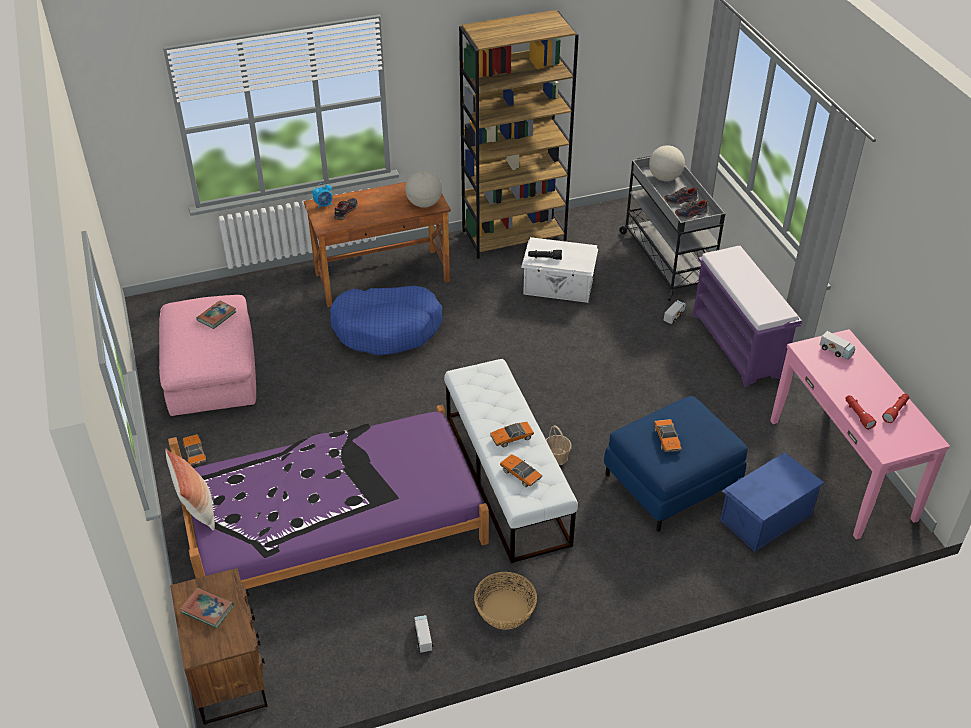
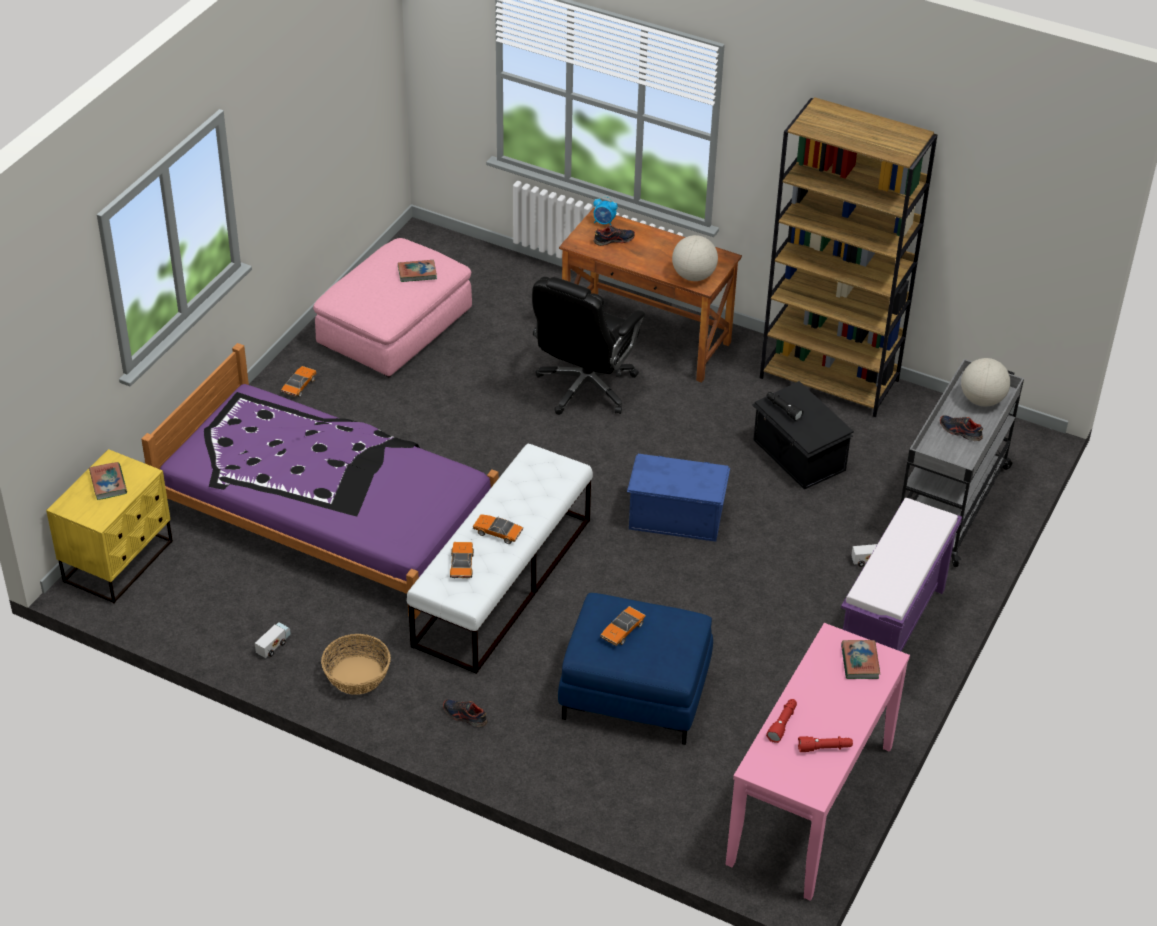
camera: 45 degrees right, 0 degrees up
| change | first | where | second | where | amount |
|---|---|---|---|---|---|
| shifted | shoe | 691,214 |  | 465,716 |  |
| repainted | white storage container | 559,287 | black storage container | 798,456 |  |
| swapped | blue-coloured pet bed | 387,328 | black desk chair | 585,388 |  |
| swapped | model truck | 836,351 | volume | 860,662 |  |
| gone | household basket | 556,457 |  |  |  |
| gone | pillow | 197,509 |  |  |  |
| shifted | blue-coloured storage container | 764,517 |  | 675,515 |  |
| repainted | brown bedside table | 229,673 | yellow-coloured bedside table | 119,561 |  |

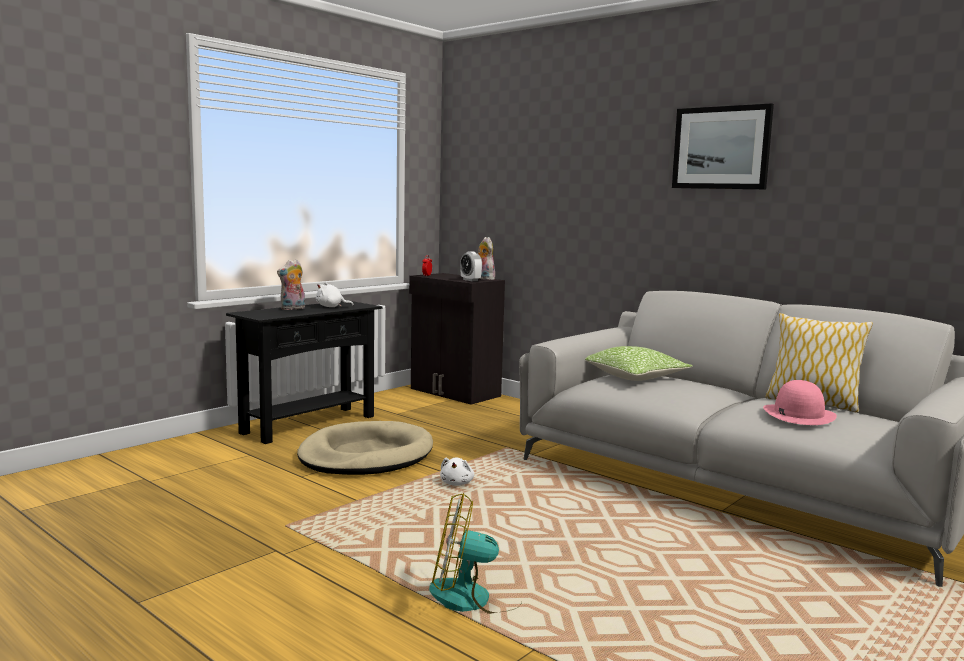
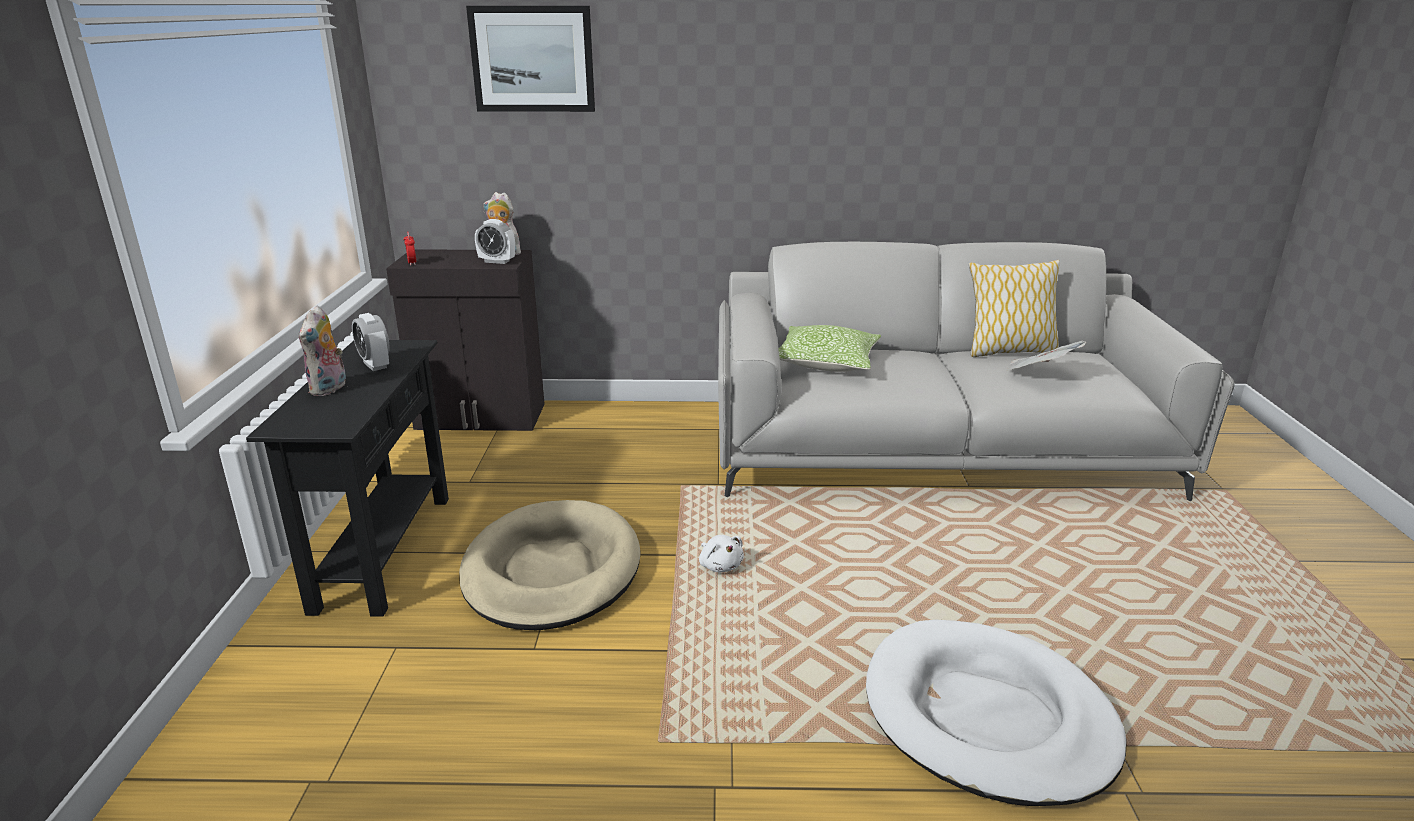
camera: 40 degrees left, 15 degrees up
| change | first | where | second | where | amount |
|---|---|---|---|---|---|
| shifted | wall art | 721,148 |  | 532,59 |  |
| swapped | white cuddly toy | 331,307 | alarm clock | 375,365 |  |
| swapped | pinkish wearable hat | 798,414 | newspaper | 1040,374 |  |
| swapped | fan | 474,598 | white pet bed | 987,717 |  |

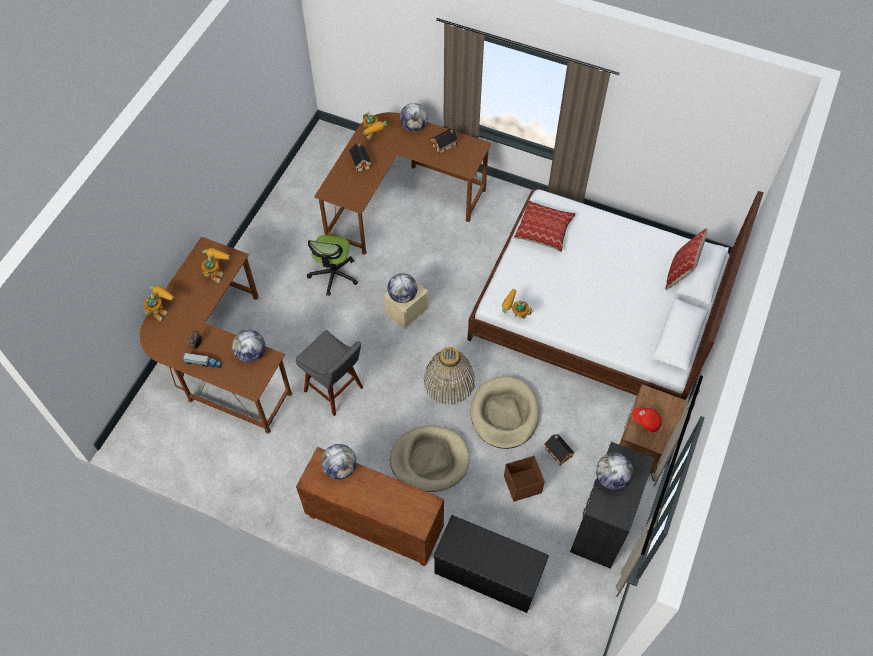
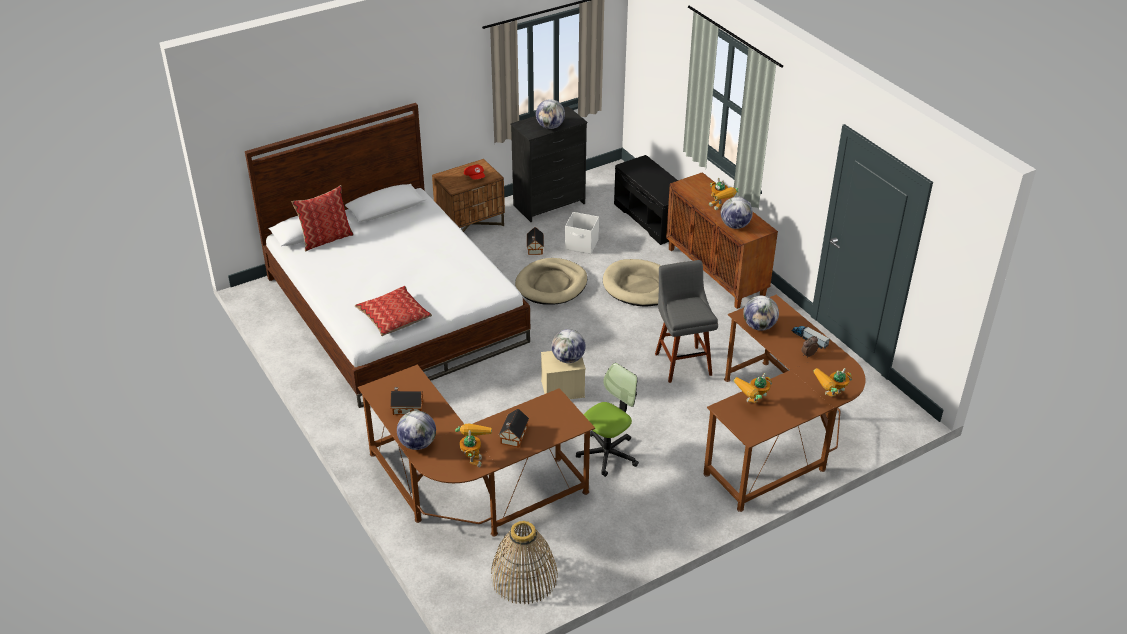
camera: 145 degrees left, 20 degrees down
| change | first | where | second | where | amount |
|---|---|---|---|---|---|
| shifted | toy robot | 514,316 |  | 720,208 |  |
| shifted | household basket | 449,381 |  | 524,577 |  |
| repainted | brown storage container | 522,484 | white storage container | 582,245 |  |

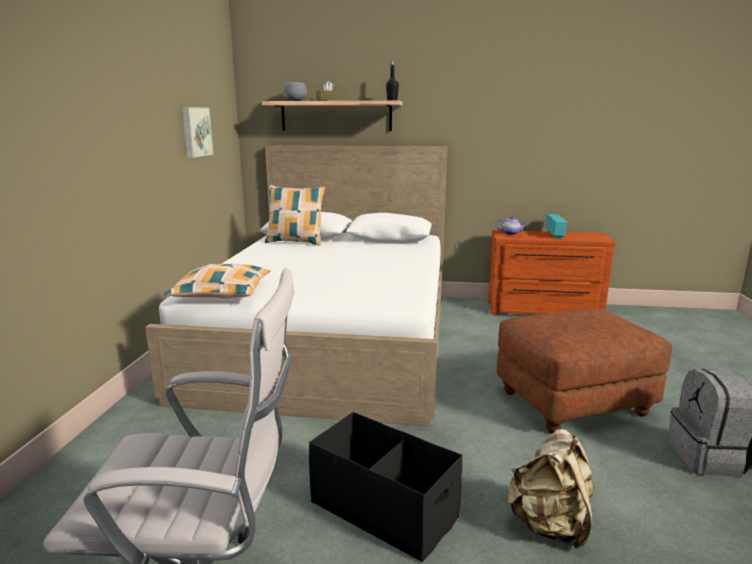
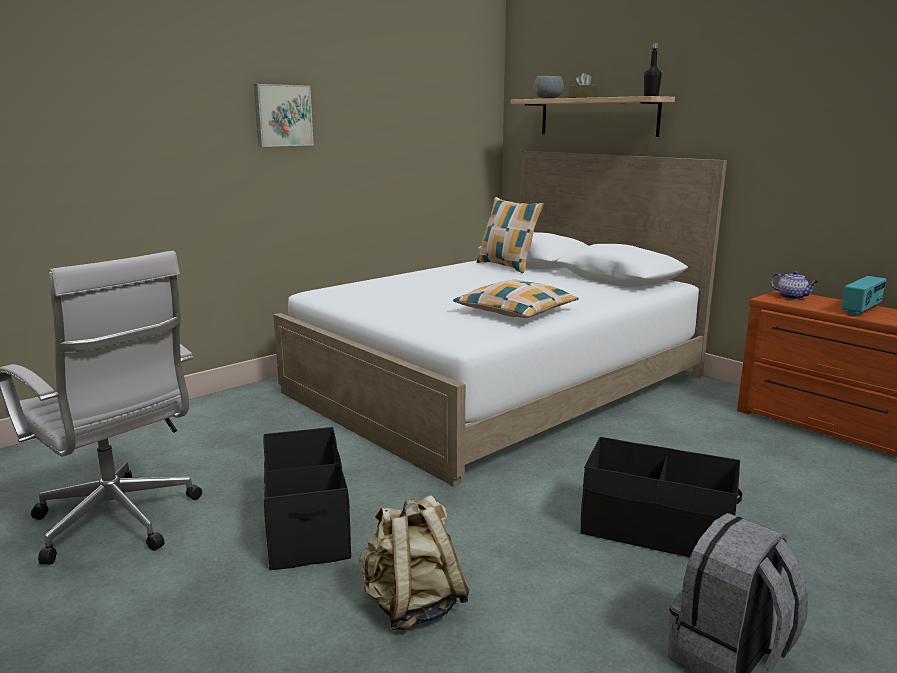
camera: 40 degrees right, 0 degrees up
| change | first | where | second | where | amount |
|---|---|---|---|---|---|
| shifted | wall art | 195,131 |  | 282,115 |  |
| shifted | pillow | 221,292 |  | 516,312 |  |
| swapped | brown footrest | 573,403 | black storage container | 656,531 |  |

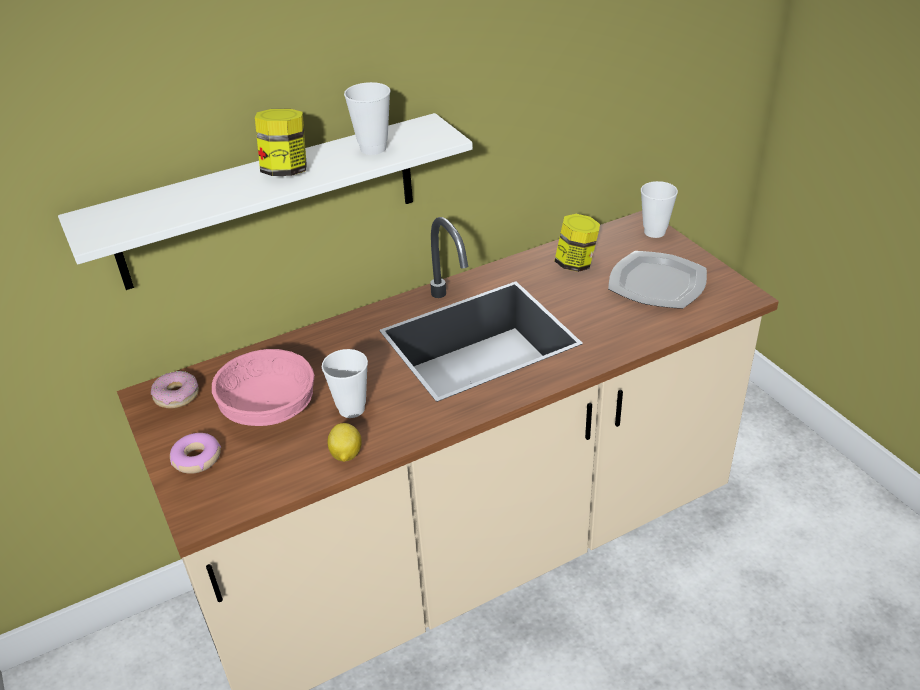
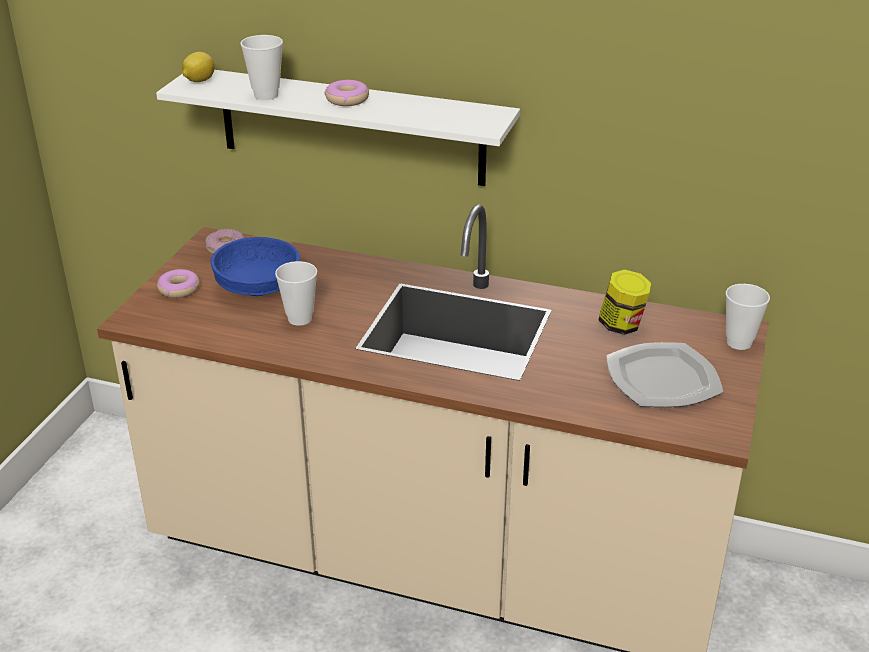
camera: 45 degrees right, 5 degrees down
| change | first | where | second | where | amount |
|---|---|---|---|---|---|
| shifted | cup | 373,148 |  | 266,95 |  |
| swapped | preserve jar | 286,171 | doughnut | 347,99 |  |
| repainted | pinkish bowl | 269,409 | blue-coloured bowl | 257,288 |  |
| shifted | citrus fruit | 346,455 |  | 199,81 |  |

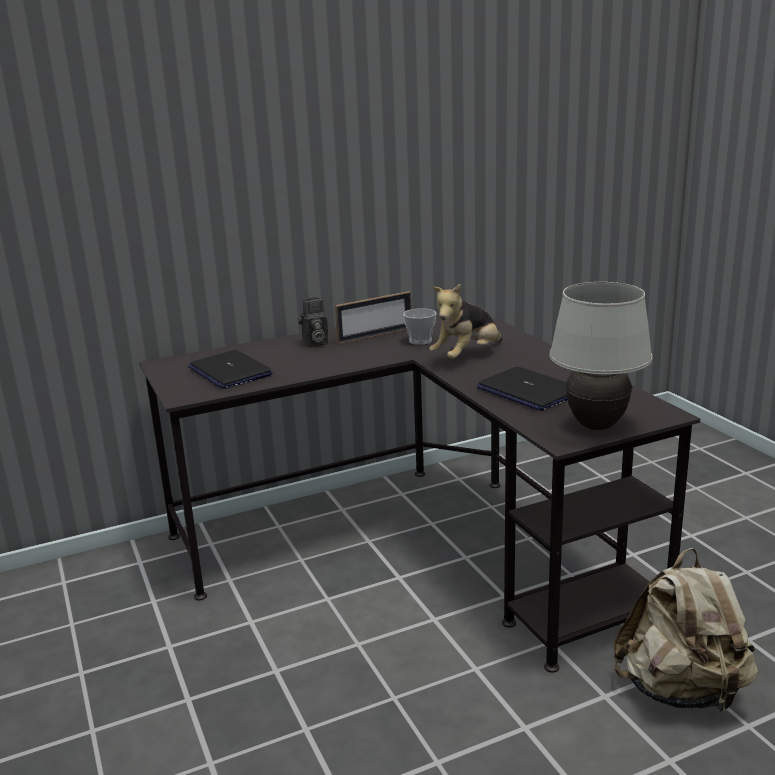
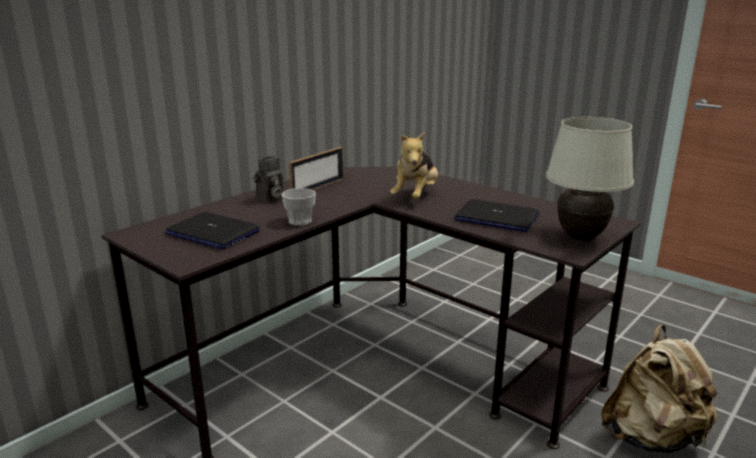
camera: 25 degrees left, 0 degrees up
| change | first | where | second | where | amount |
|---|---|---|---|---|---|
| shifted | cup | 420,341 |  | 300,221 |  |

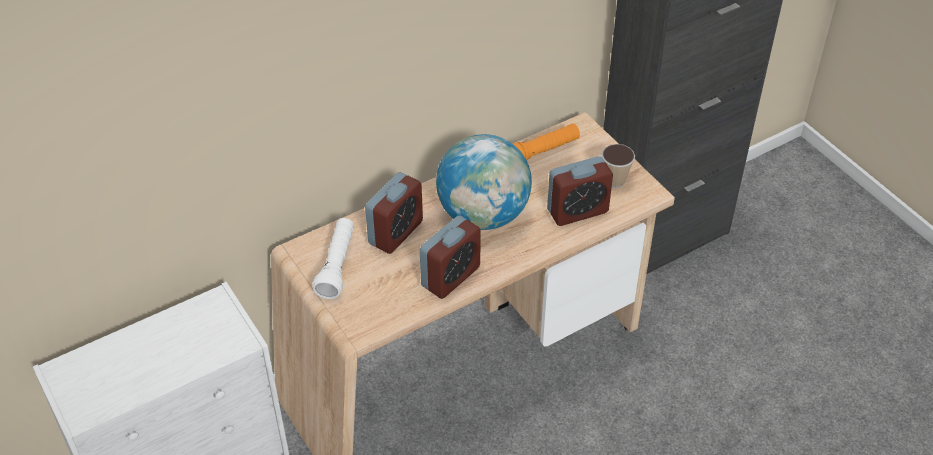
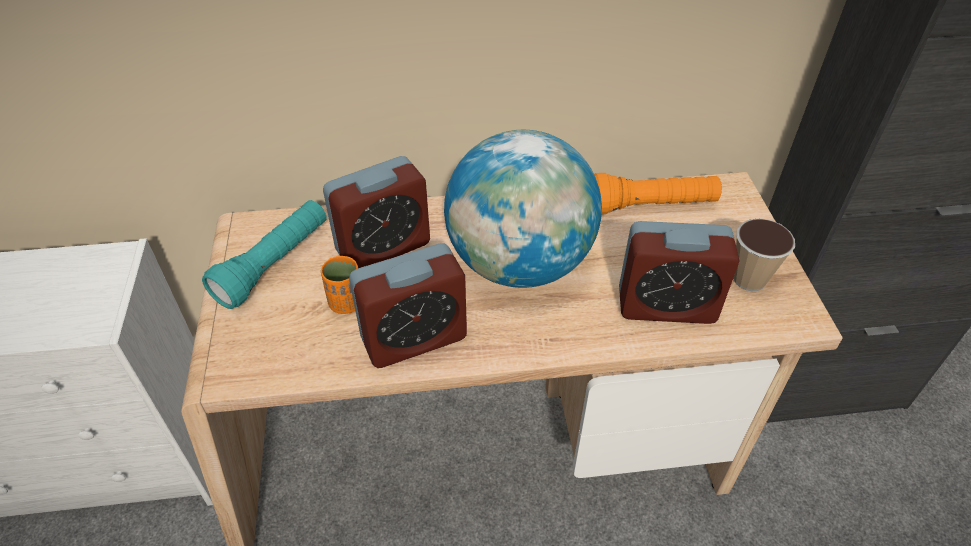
camera: 25 degrees right, 0 degrees up
| change | first | where | second | where | amount |
|---|---|---|---|---|---|
| repainted | white hand torch | 337,266 | blue-green hand torch | 274,264 |  |
| new |  |  | orange-coloured cup | 346,303 |  |

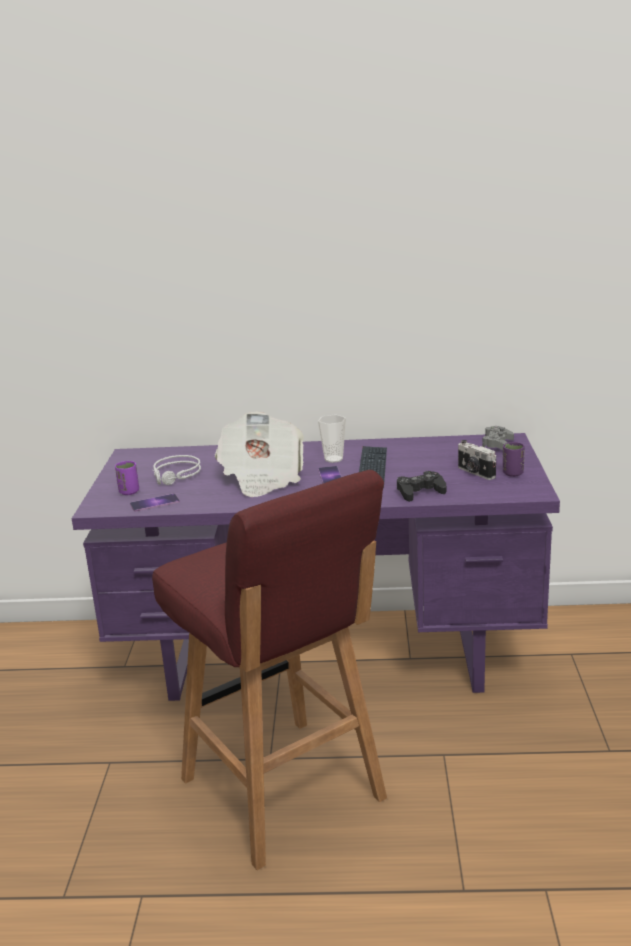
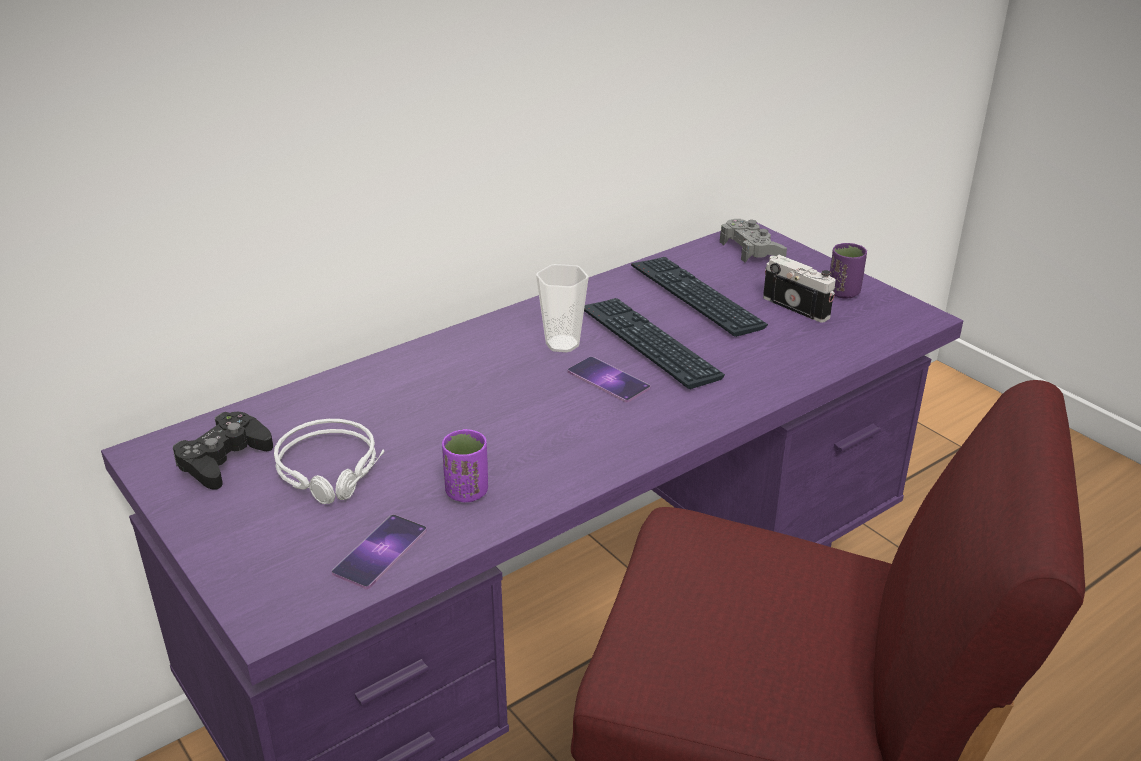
camera: 40 degrees left, 10 degrees up
| change | first | where | second | where | amount |
|---|---|---|---|---|---|
| gone | newspaper | 262,477 |  |  |  |
| rotated | still camera | 475,473 |  | 797,306 | 150 degrees counterclockwise |
| shifted | purplish cup | 129,492 |  | 467,492 |  |
| shifted | black game controller | 420,492 |  | 223,459 |  |
| new |  |  | keyboard | 695,297 |  |

